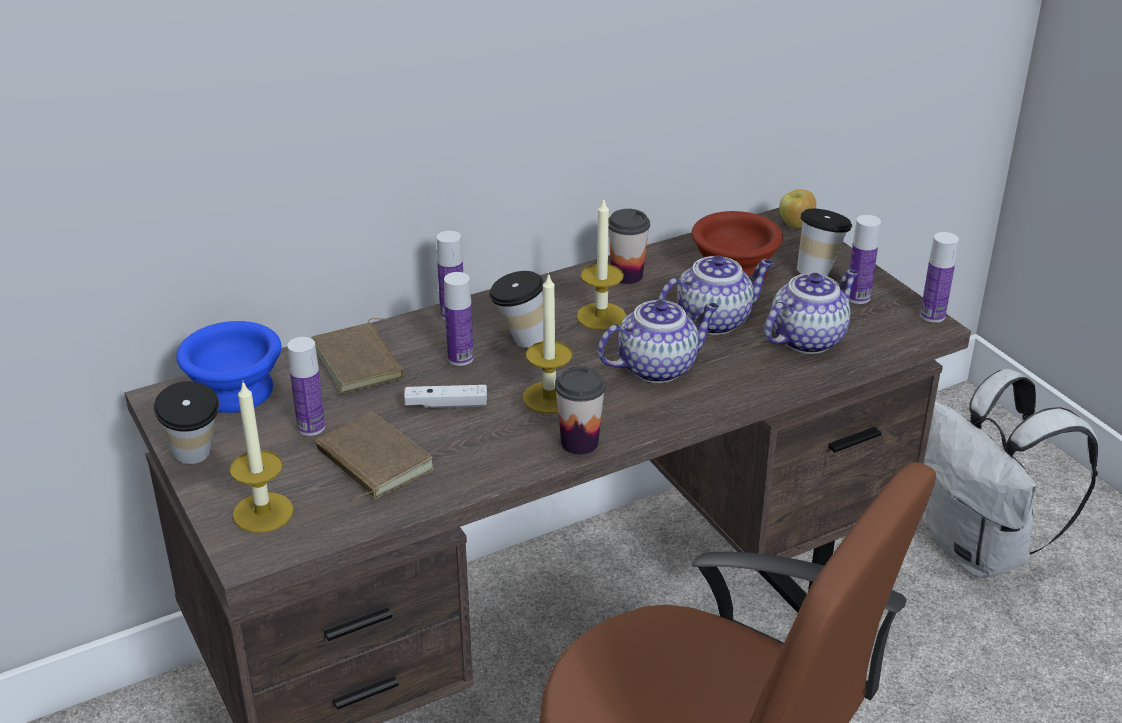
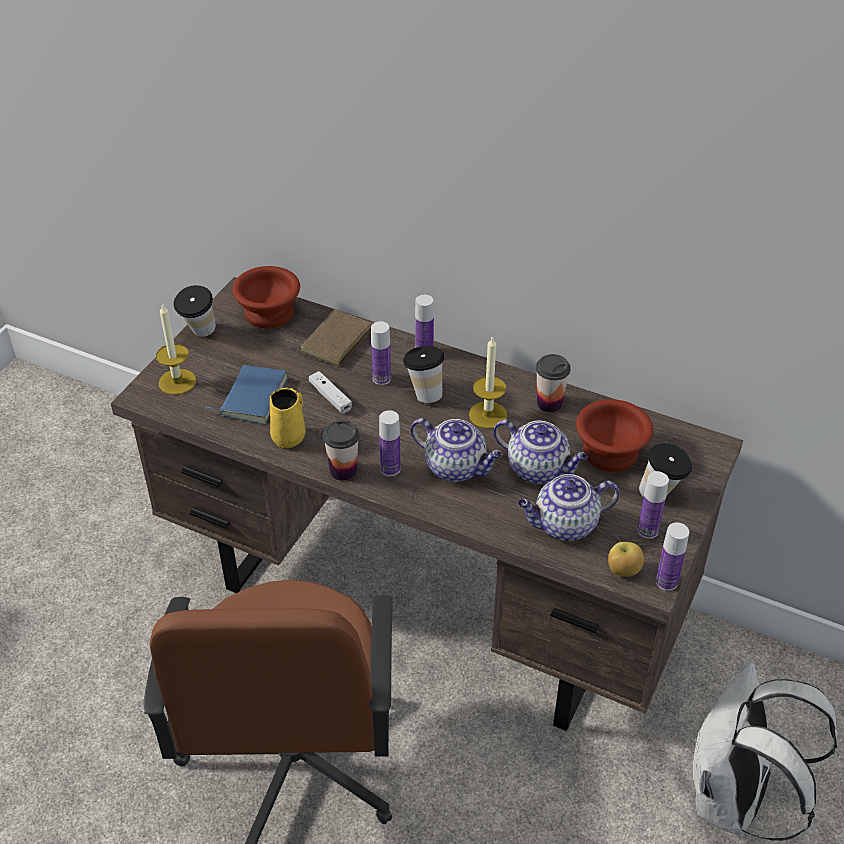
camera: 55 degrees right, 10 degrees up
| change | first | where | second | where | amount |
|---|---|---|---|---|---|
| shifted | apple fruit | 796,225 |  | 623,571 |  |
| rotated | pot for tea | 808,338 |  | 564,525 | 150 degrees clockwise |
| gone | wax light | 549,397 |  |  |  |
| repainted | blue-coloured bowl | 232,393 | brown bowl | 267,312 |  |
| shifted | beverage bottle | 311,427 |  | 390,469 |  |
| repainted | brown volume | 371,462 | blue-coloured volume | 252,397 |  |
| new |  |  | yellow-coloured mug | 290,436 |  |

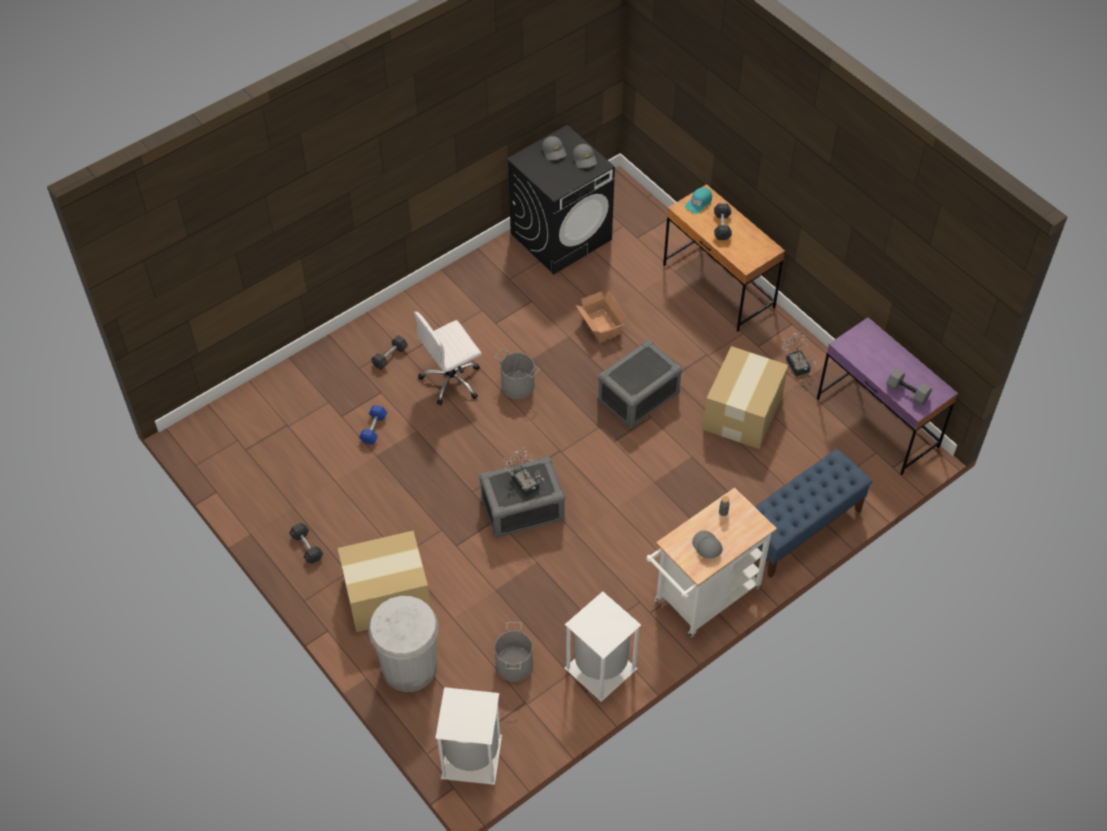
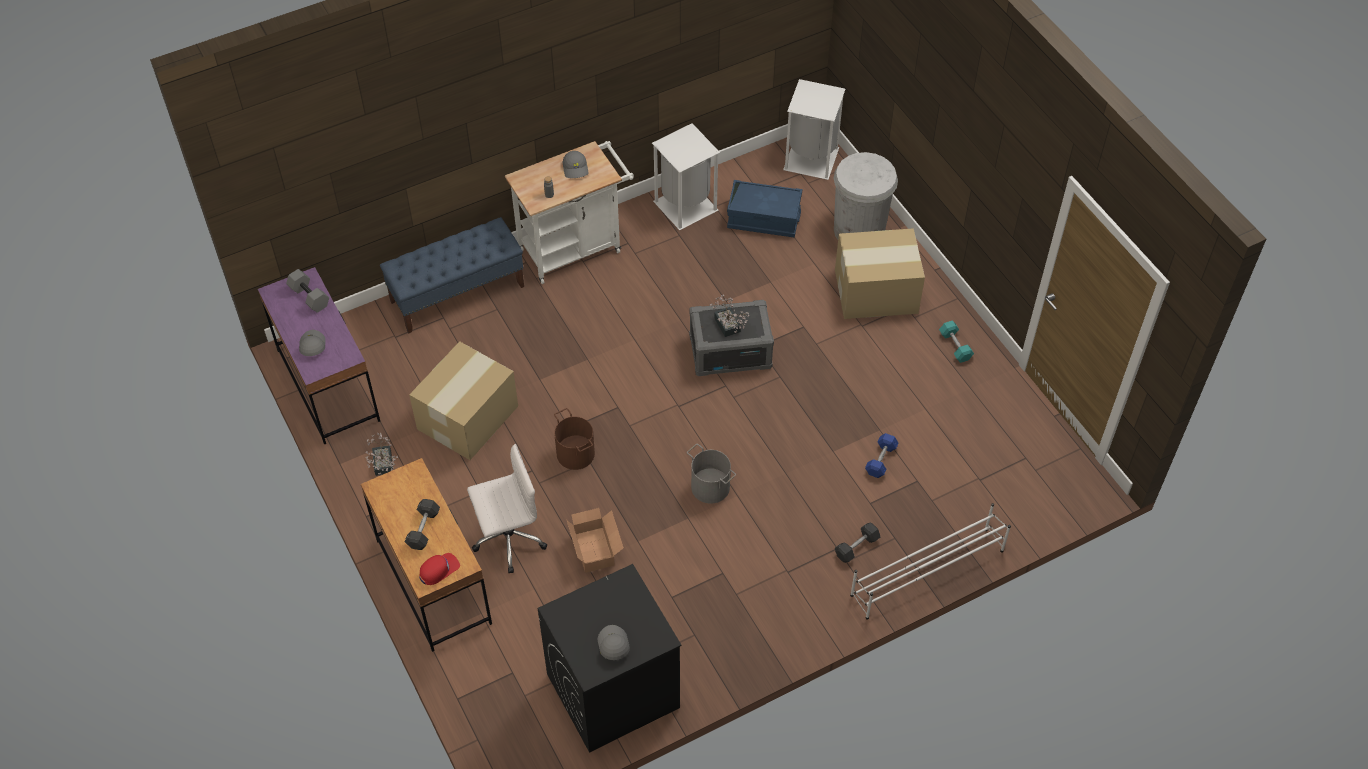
camera: 170 degrees left, 0 degrees up
| change | first | where | second | where | amount |
|---|---|---|---|---|---|
| shifted | grey cap | 585,159 |  | 312,346 |  |
| repainted | blue-green cap | 699,202 | red-coloured cap | 439,570 |  |
| shifted | white desk chair | 452,380 |  | 508,538 |  |
| swapped | grey storage container | 638,396 | brown water bucket | 576,453 |  |
| repainted | grey hand weight | 307,547 | blue-green hand weight | 955,346 |  |
| swapped | grey water bucket | 513,665 | blue-coloured storage container | 763,219 |  |
| new |  |  | white shoe rack | 926,573 |  |

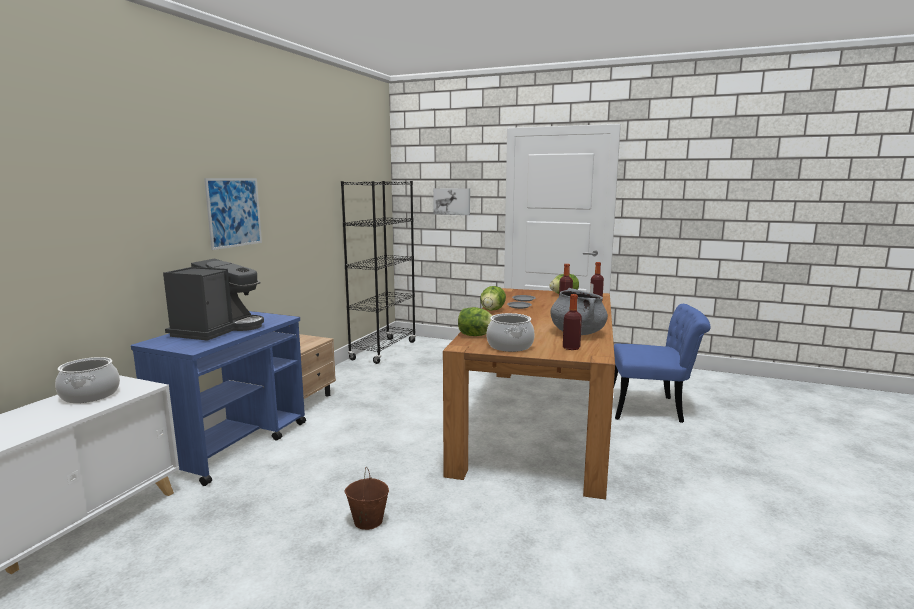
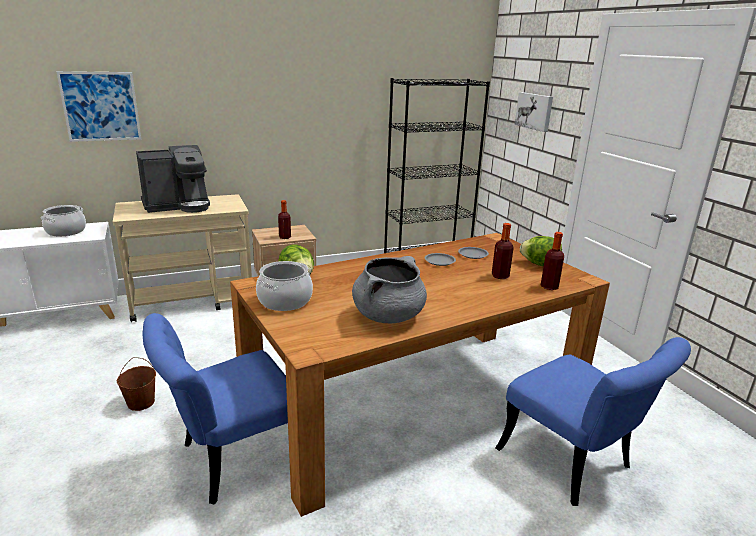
camera: 45 degrees right, 10 degrees up
| change | first | where | second | where | amount |
|---|---|---|---|---|---|
| shifted | wall art | 234,212 |  | 101,106 |  |
| gone | lettuce | 492,310 |  |  |  |
| shifted | beverage bottle | 571,348 |  | 285,237 |  |
| repainted | blue-coloured trolley | 234,444 | sand-coloured trolley | 193,301 |  |
| new |  |  | blue-coloured upright chair | 230,460 |  |

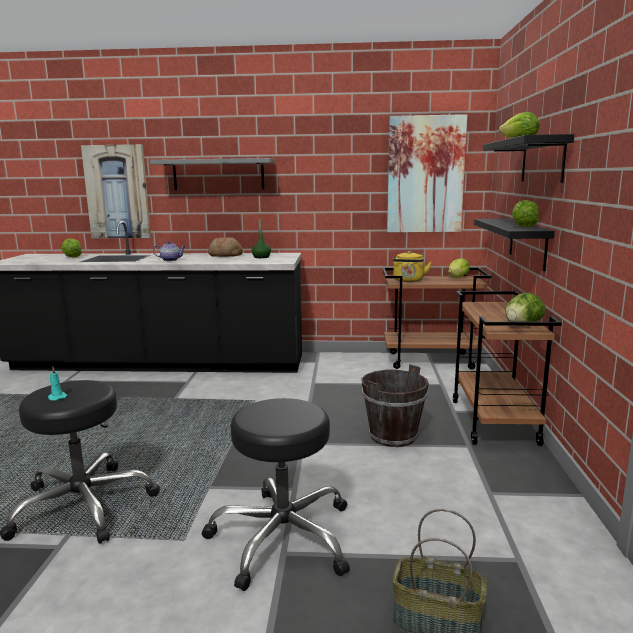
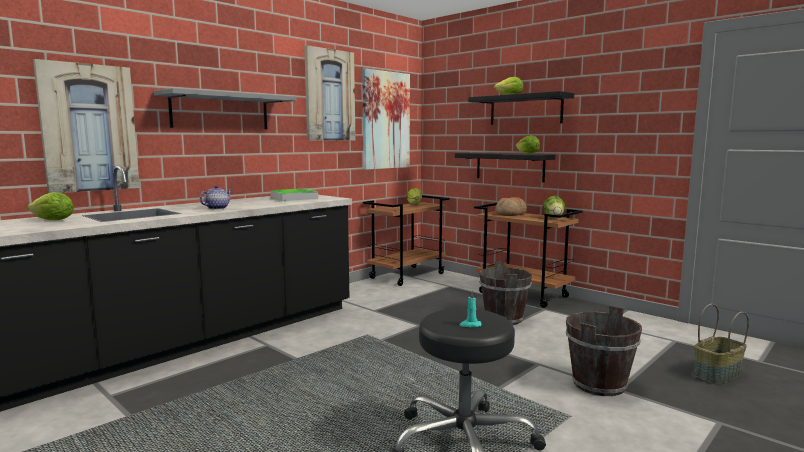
camera: 50 degrees left, 5 degrees down
| change | first | where | second | where | amount |
|---|---|---|---|---|---|
| swapped | green beverage bottle | 261,257 | tray | 294,198 |  |
| shifted | bakery bread | 225,255 |  | 510,214 |  |
| gone | yellow-coloured kettle | 408,281 |  |  |  |
| swapped | black stool seat | 282,537 | brown water bucket | 599,384 |  |
| new |  |  | wall art | 329,95 |  |

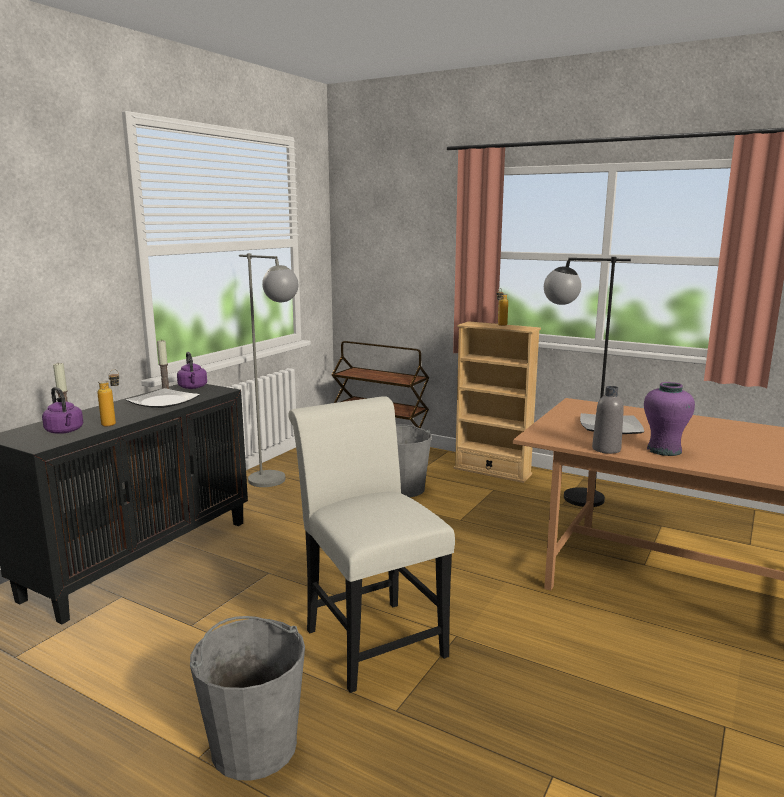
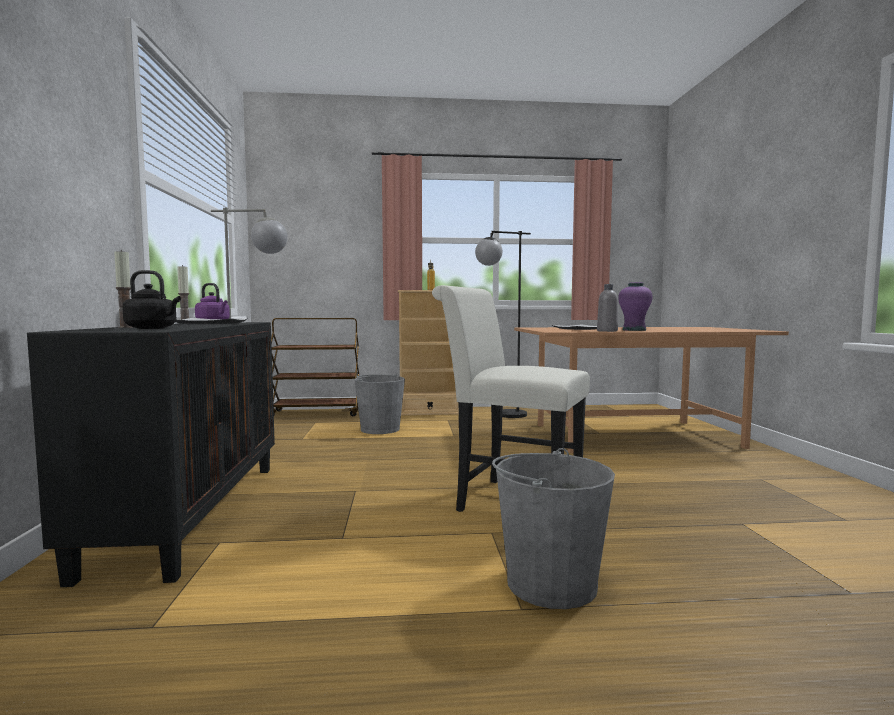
camera: 35 degrees left, 10 degrees down
| change | first | where | second | where | amount |
|---|---|---|---|---|---|
| gone | beverage bottle | 113,423 |  |  |  |
| repainted | purplish kettle | 65,431 | black kettle | 153,328 |  |

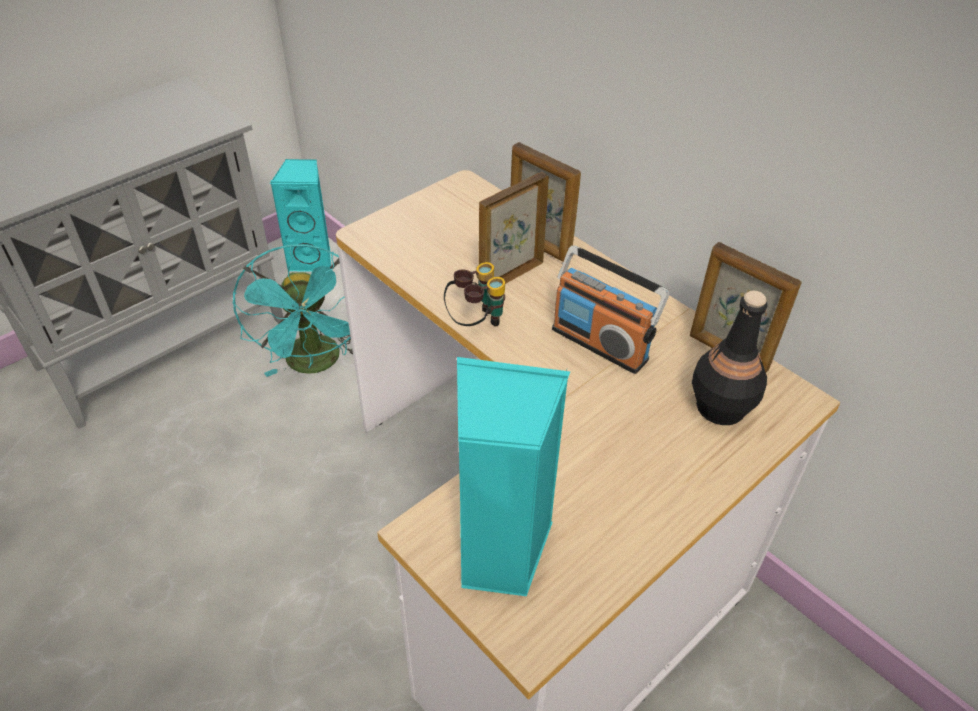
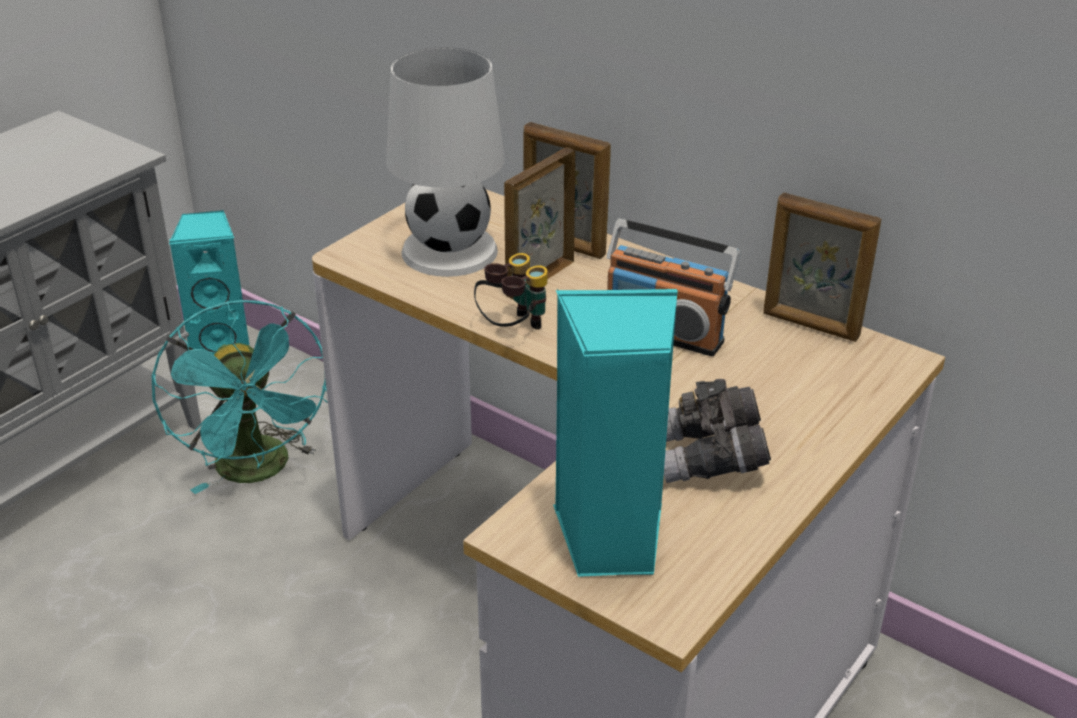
camera: 10 degrees left, 10 degrees down
| change | first | where | second | where | amount |
|---|---|---|---|---|---|
| gone | black beverage bottle | 720,407 |  |  |  |
| new |  |  | white lamp for a table | 449,252 |  |
| new |  |  | grey pair of binoculars | 709,459 |  |

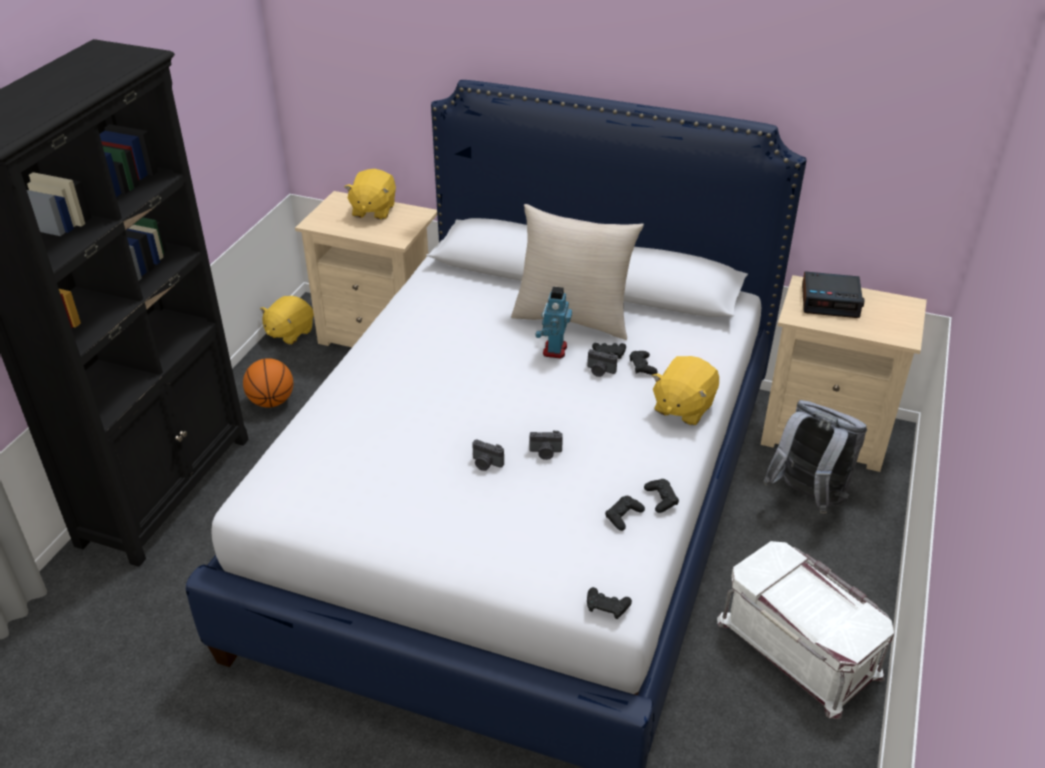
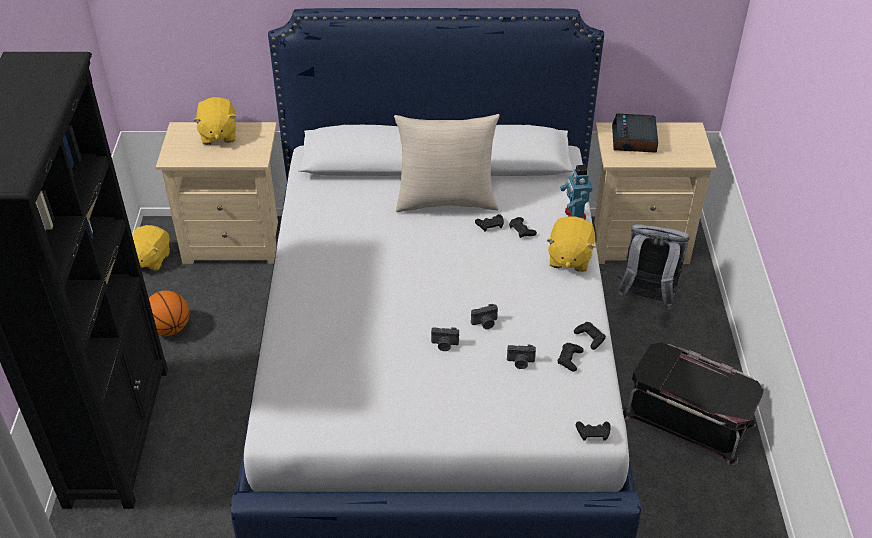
camera: 20 degrees left, 5 degrees up
| change | first | where | second | where | amount |
|---|---|---|---|---|---|
| rotated | alarm clock | 830,301 |  | 634,139 | 105 degrees clockwise |
| shifted | toy robot | 554,350 |  | 574,215 |  |
| shifted | still camera | 600,371 |  | 520,362 |  |
| repainted | white storage container | 800,646 | black storage container | 689,417 |  |

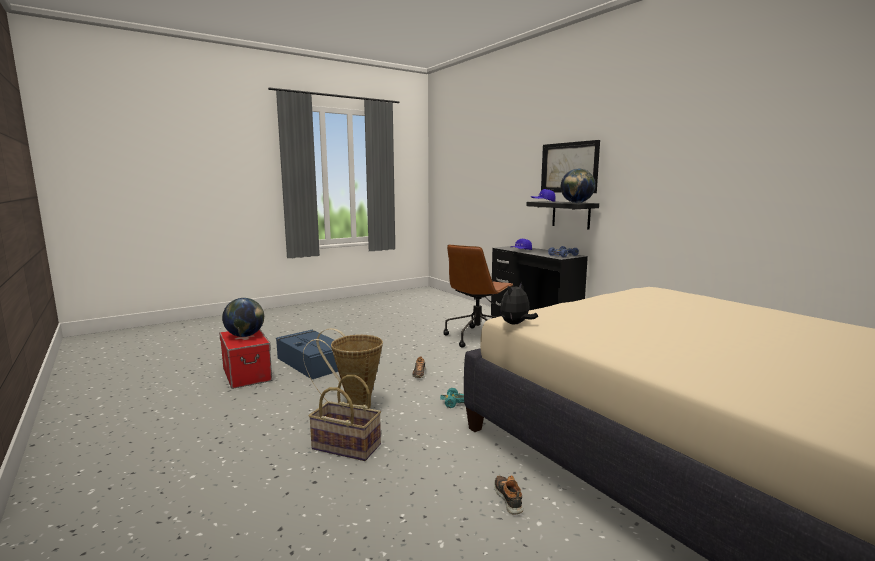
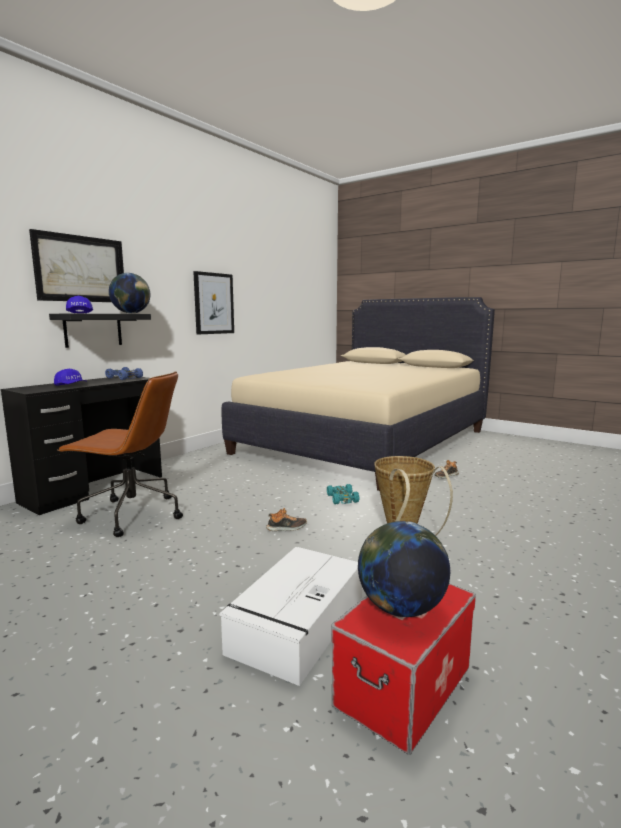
camera: 110 degrees left, 0 degrees up
| change | first | where | second | where | amount |
|---|---|---|---|---|---|
| gone | cuddly toy | 516,324 |  |  |  |
| repainted | blue-coloured storage container | 312,362 | white storage container | 297,625 |  |
| gone | household basket | 345,447 |  |  |  |
| new |  |  | wall art | 213,303 |  |

